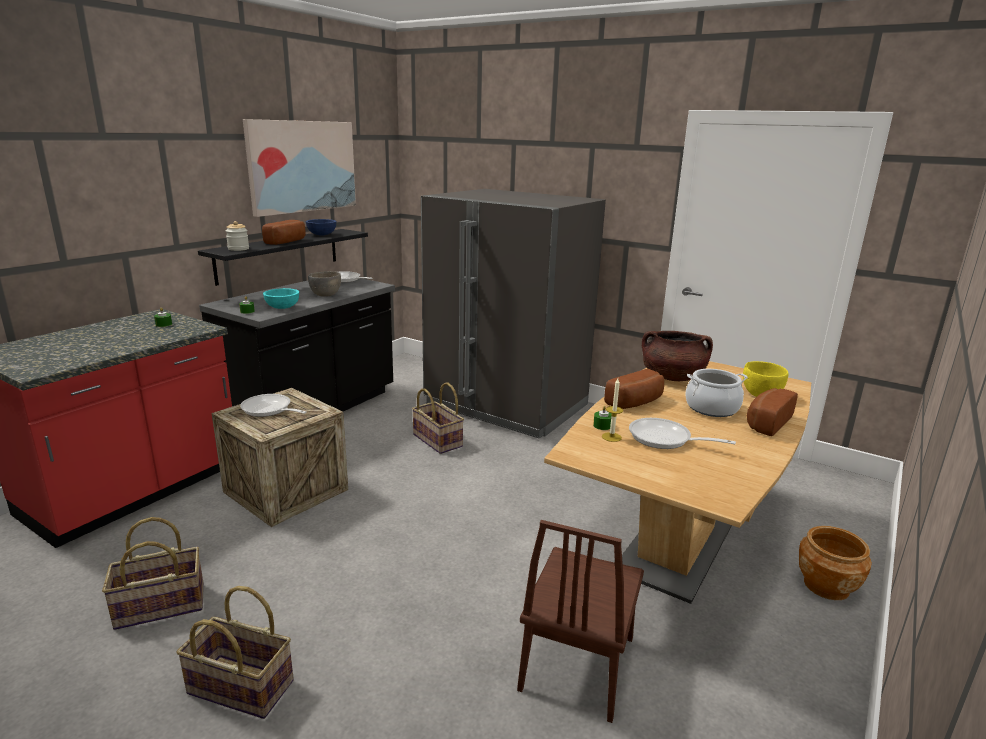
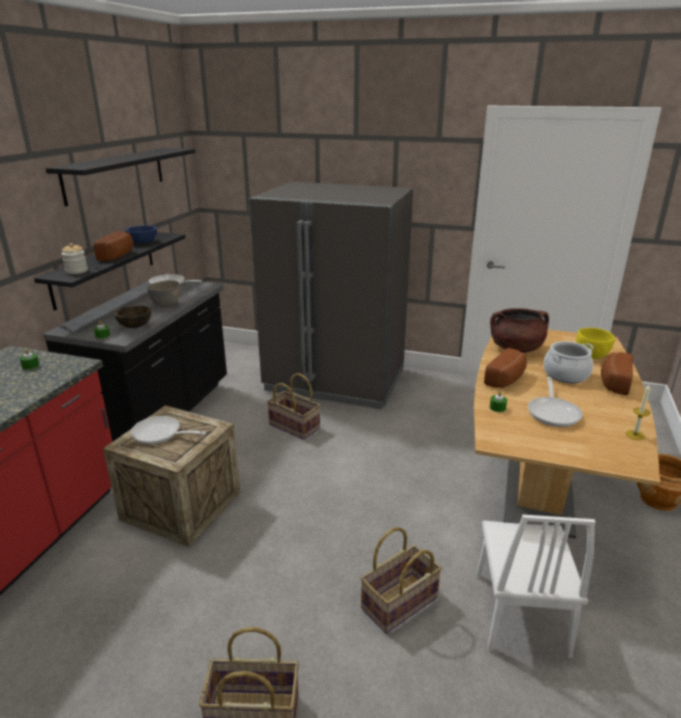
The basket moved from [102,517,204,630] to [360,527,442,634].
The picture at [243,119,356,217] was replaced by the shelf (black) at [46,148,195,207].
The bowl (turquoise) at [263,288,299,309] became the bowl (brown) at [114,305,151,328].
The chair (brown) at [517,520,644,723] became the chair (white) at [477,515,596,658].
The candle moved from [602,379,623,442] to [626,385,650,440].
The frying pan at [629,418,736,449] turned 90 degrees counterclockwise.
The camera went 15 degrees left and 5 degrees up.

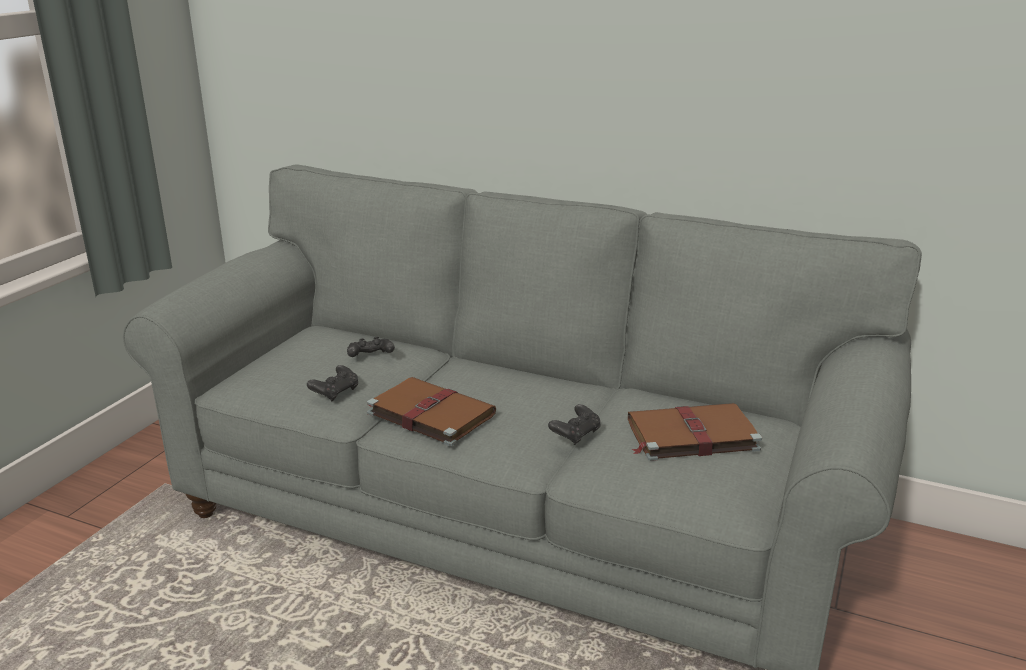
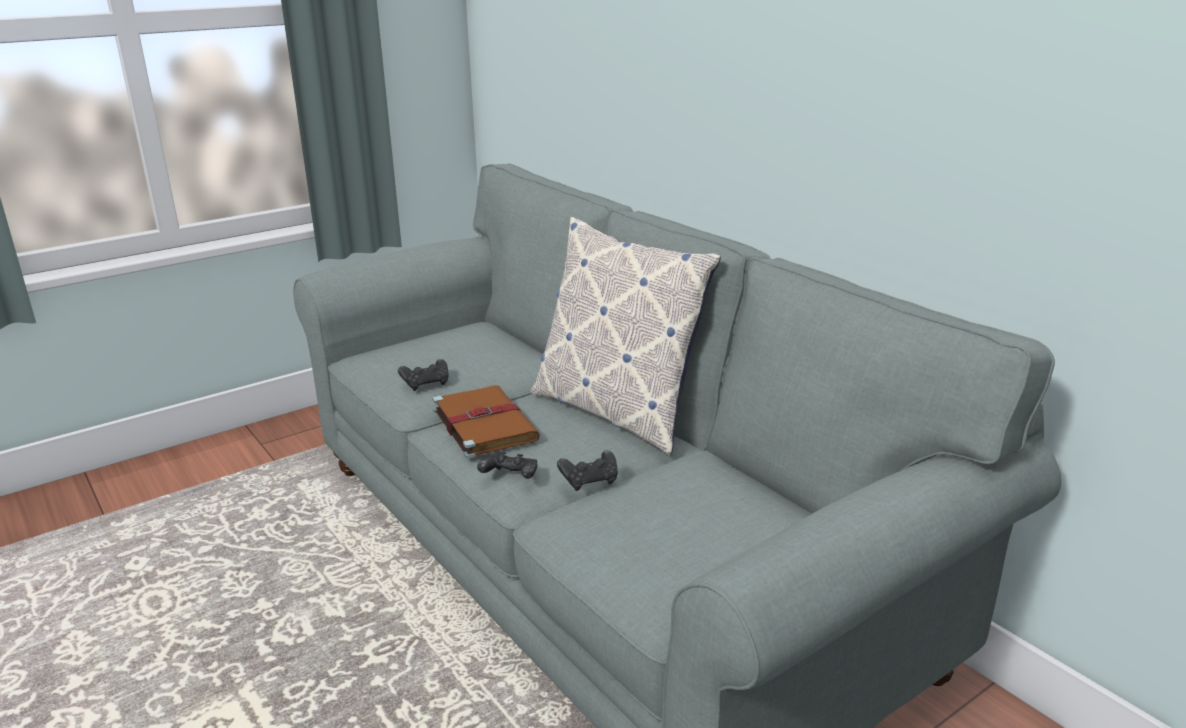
The game controller (black) moved from [347,337,395,357] to [477,452,537,479].
The book (brown) at [628,403,762,461] disappeared.
The pillow at [530,217,721,456] appeared.
The camera went 30 degrees right and 0 degrees up.

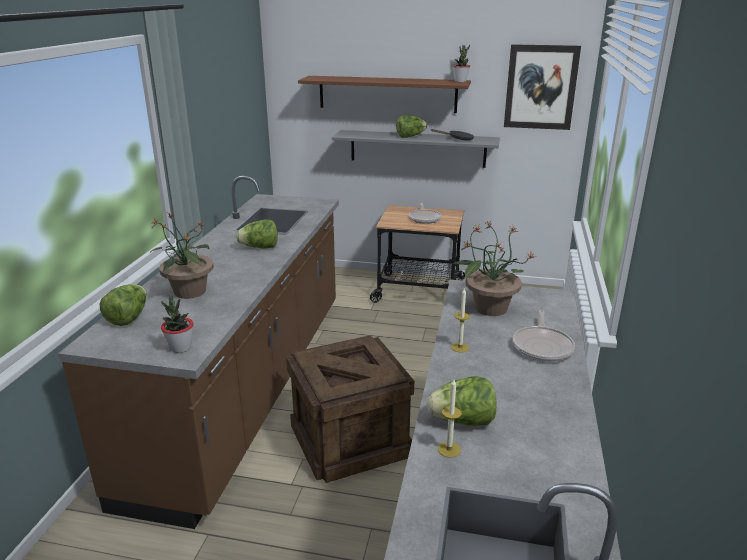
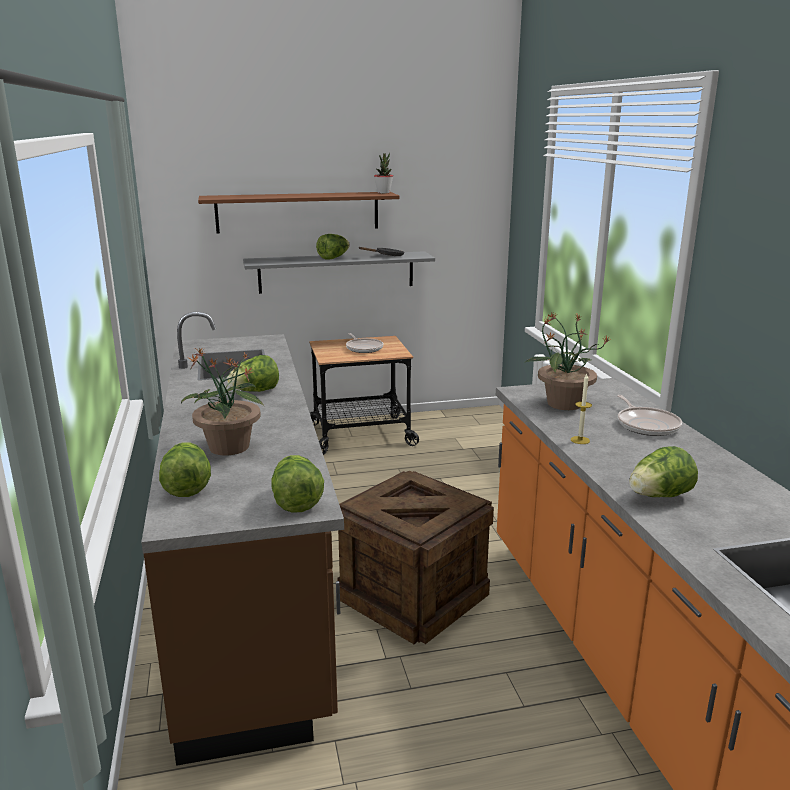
The potted plant at [161,295,194,353] was replaced by the lettuce at [272,455,324,513].
The candle at [438,379,462,458] disappeared.
The picture at [504,44,581,130] disappeared.
The camera went 25 degrees left and 5 degrees down.

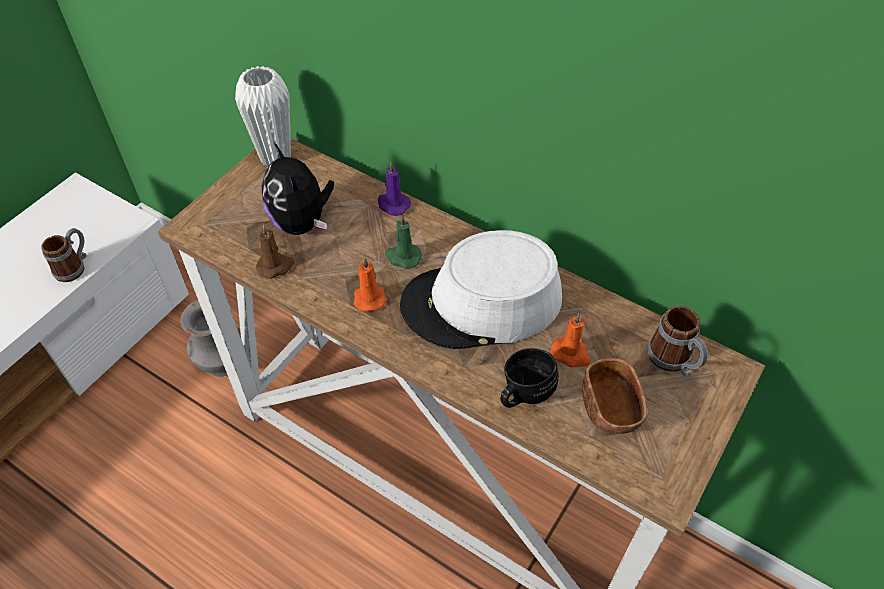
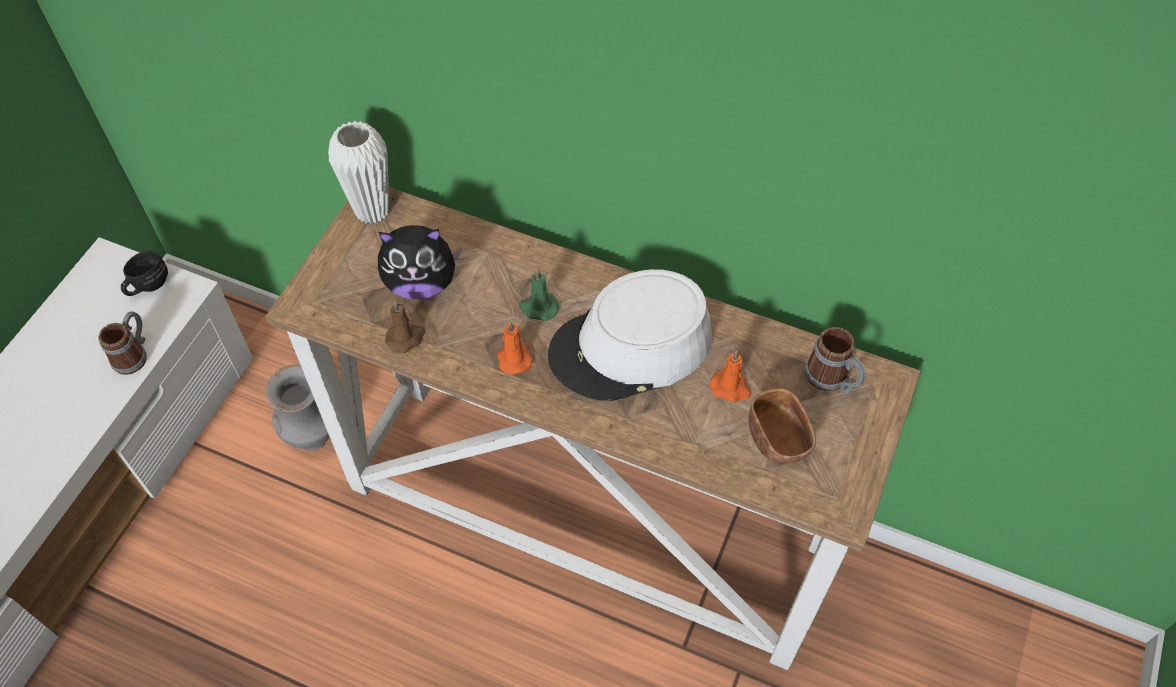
The plush toy at [261,142,334,235] turned 60 degrees counterclockwise.
The candle (purple) at [378,162,411,216] disappeared.
The mug (black) moved from [500,348,559,408] to [121,251,168,296].
The camera went 10 degrees left and 5 degrees up.

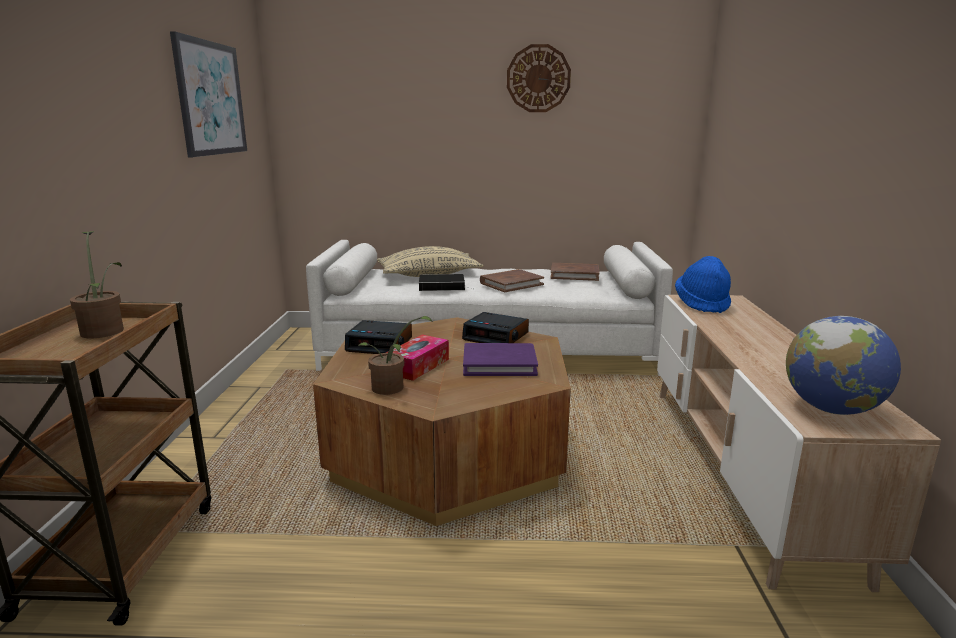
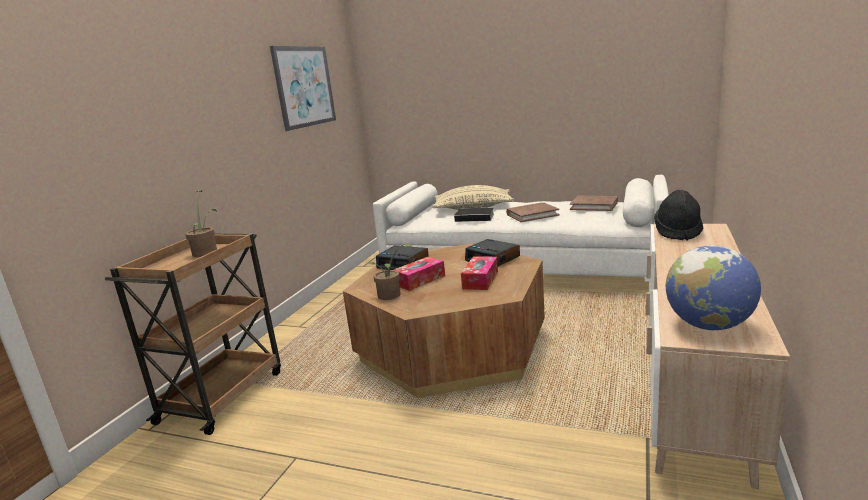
The book (purple) at [463,343,538,376] was replaced by the tissue box at [461,256,498,290].
The wall clock at [507,44,571,112] disappeared.
The hat (blue) at [675,256,731,313] became the hat (black) at [654,190,703,240].
The camera went 20 degrees right and 0 degrees up.

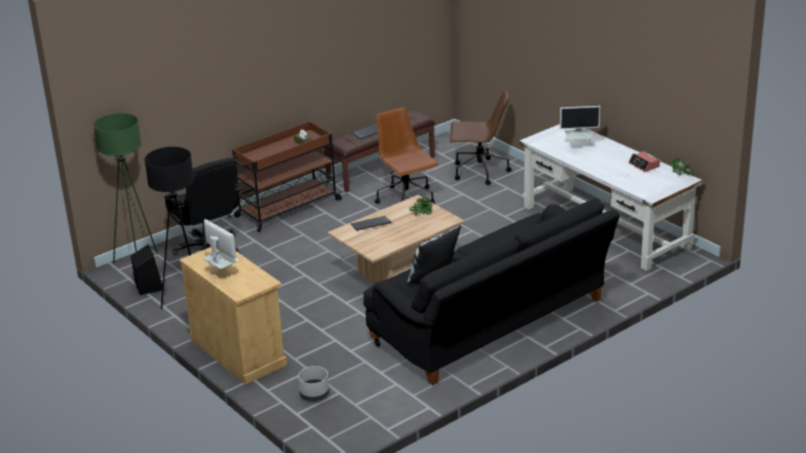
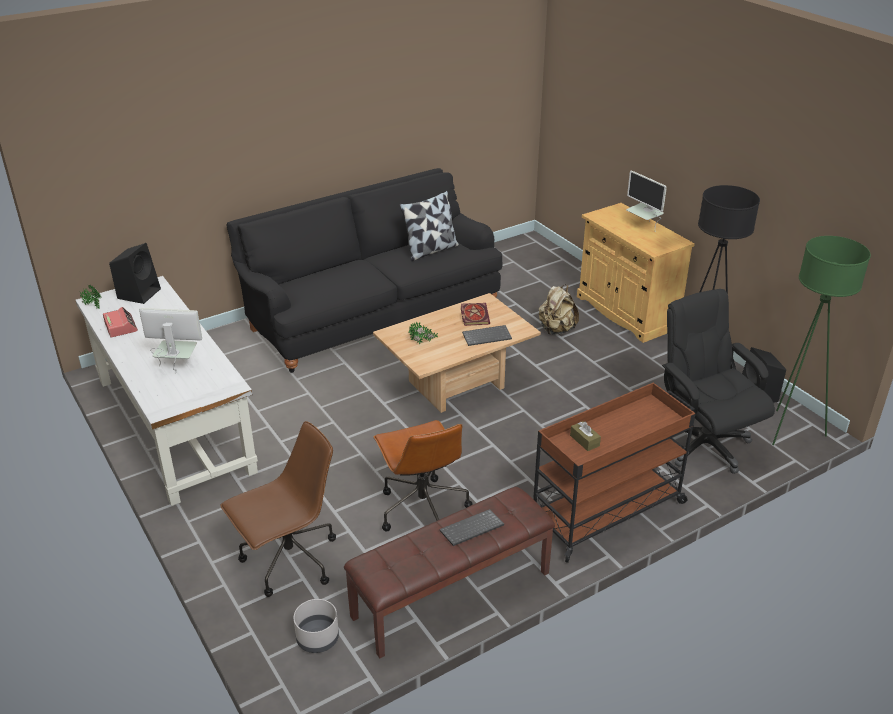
The planter (grey) moved from [298,366,329,401] to [293,599,339,653].
The office chair (brown) at [449,89,511,185] turned 135 degrees clockwise.
The speaker (black) at [109,243,161,304] appeared.
The book at [461,303,490,326] appeared.
The backpack (beige) at [539,285,579,335] appeared.
The camera went 175 degrees left and 5 degrees up.

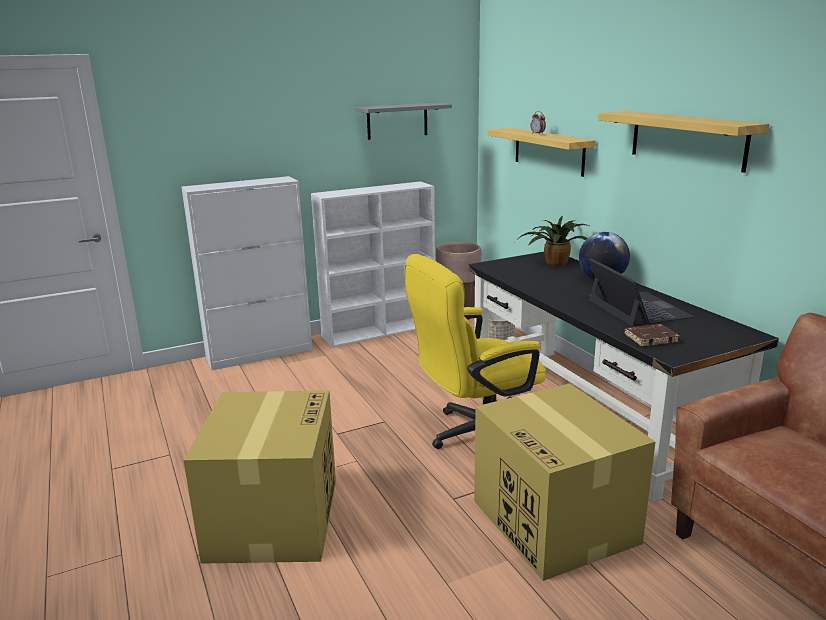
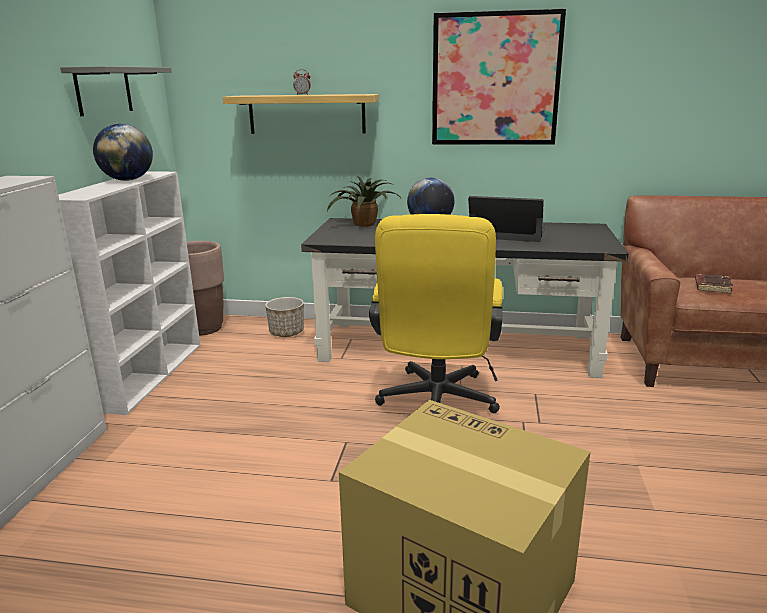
The cardboard box at [474,383,655,581] disappeared.
The shelf at [598,111,770,173] was replaced by the picture at [432,9,566,145].
The book (brown) moved from [624,324,680,347] to [695,274,733,293].
The globe at [93,124,153,181] appeared.
The camera went 55 degrees left and 0 degrees up.

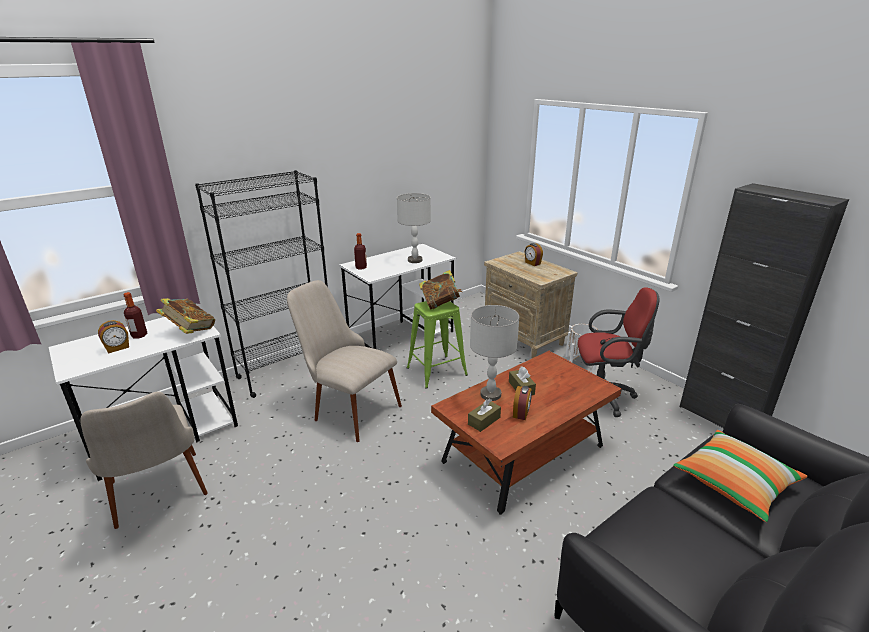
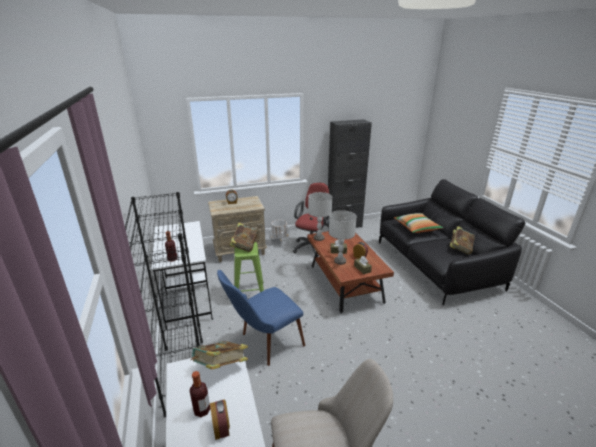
The chair (beige) at [287,280,402,442] became the chair (blue) at [217,270,305,366].
The table lamp (grey) moved from [397,193,431,263] to [308,192,332,241].
The book at [450,226,475,254] appeared.
The camera went 70 degrees left and 0 degrees up.

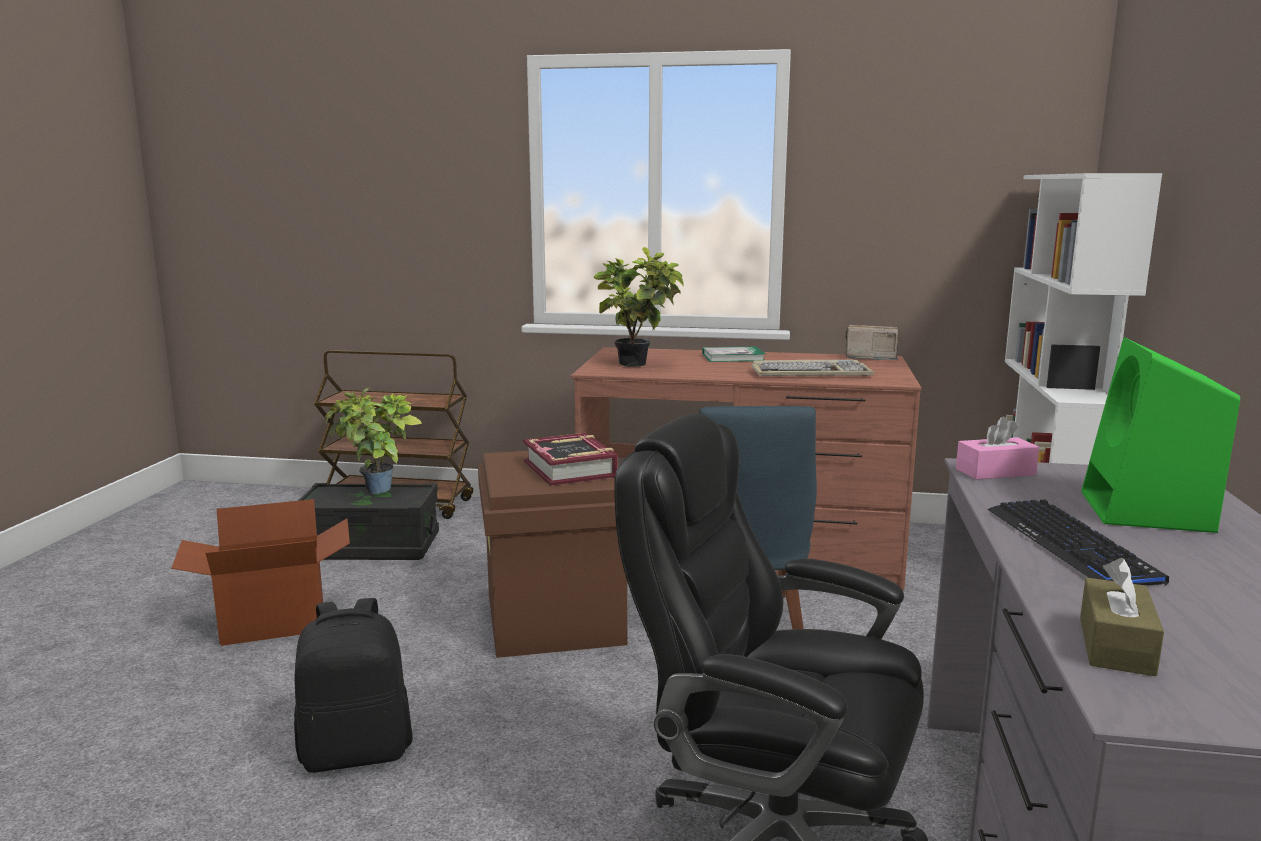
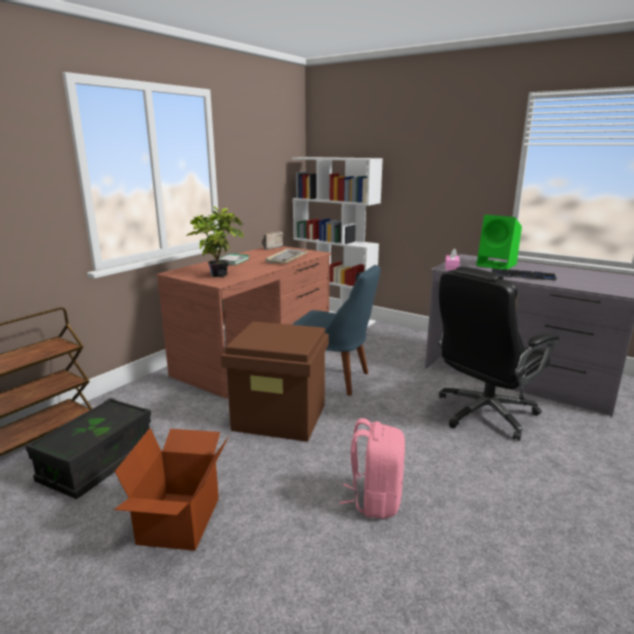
The backpack (black) at [294,598,413,773] became the backpack (pink) at [339,418,405,519].
The potted plant at [325,387,422,494] disappeared.
The book at [523,433,618,486] disappeared.
The tissue box (brown) at [1080,558,1164,676] disappeared.
The camera went 65 degrees left and 5 degrees up.

